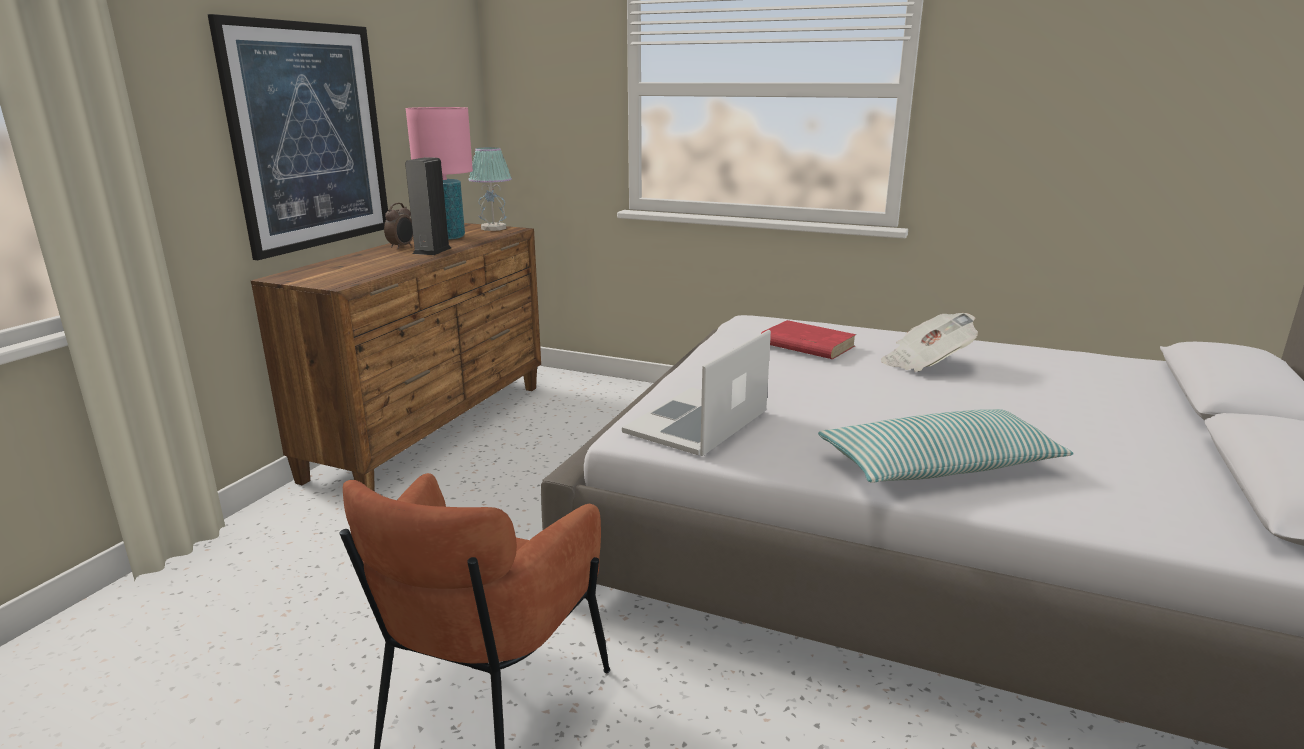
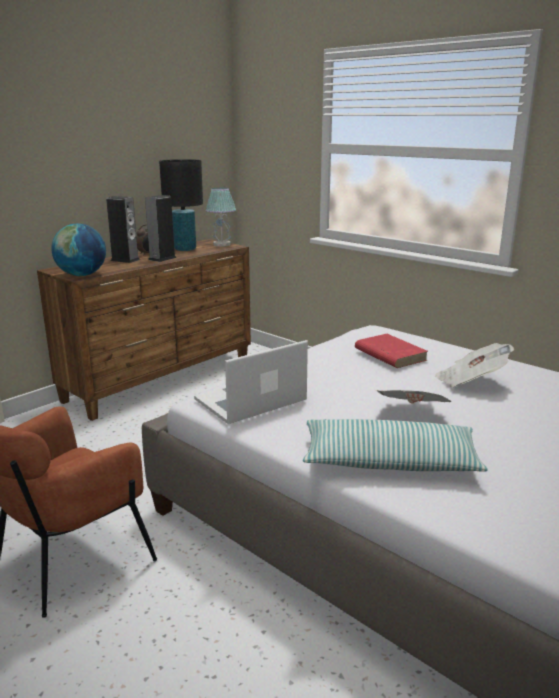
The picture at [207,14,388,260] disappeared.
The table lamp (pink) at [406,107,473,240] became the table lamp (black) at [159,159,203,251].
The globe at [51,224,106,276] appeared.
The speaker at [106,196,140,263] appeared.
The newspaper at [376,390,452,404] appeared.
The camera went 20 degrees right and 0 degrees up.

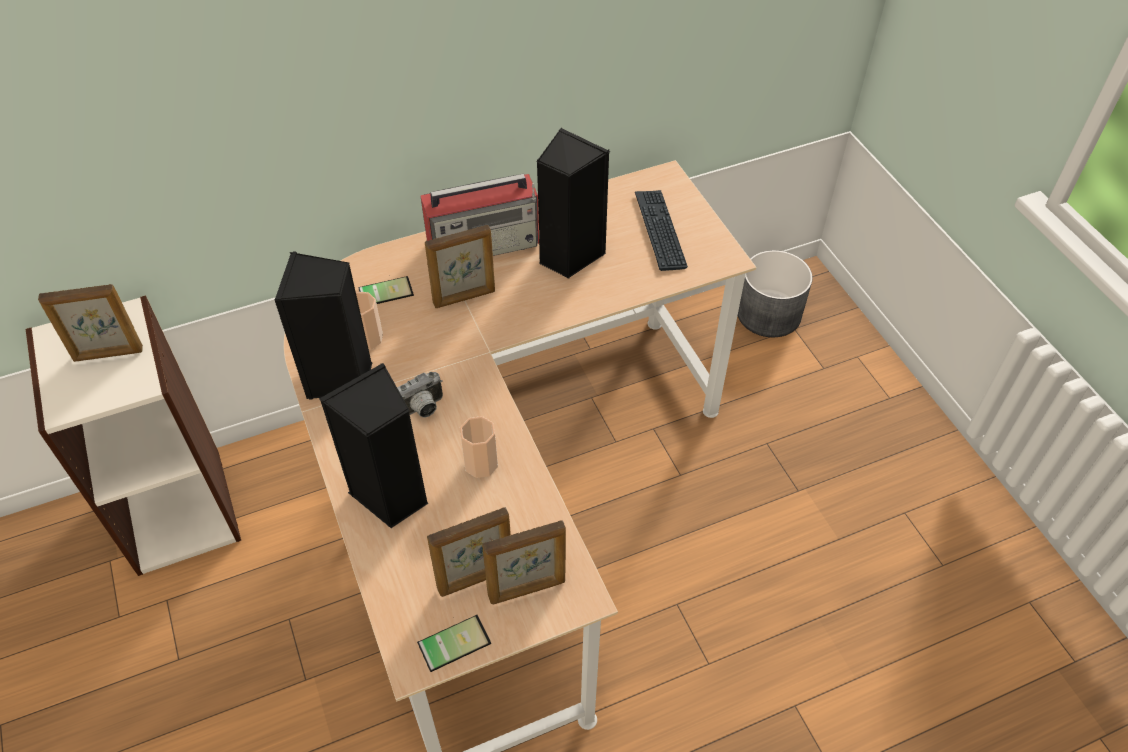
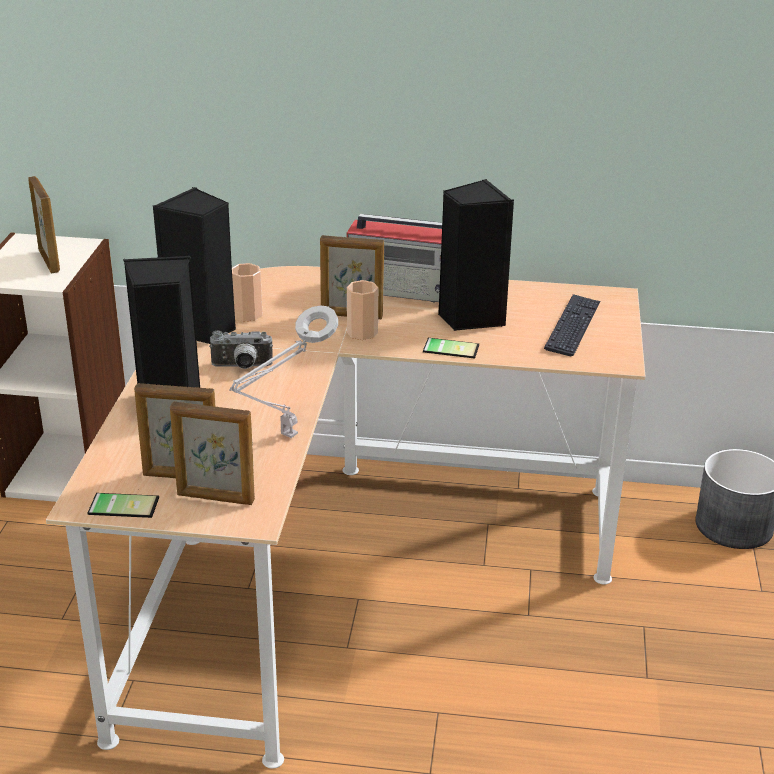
The picture frame at [38,284,143,362] turned 135 degrees counterclockwise.
The phone moved from [358,276,414,304] to [423,337,479,359].
The cup moved from [460,416,498,478] to [347,280,378,340].
The table lamp (grey) at [229,305,338,438] appeared.
The camera went 30 degrees right and 20 degrees down.

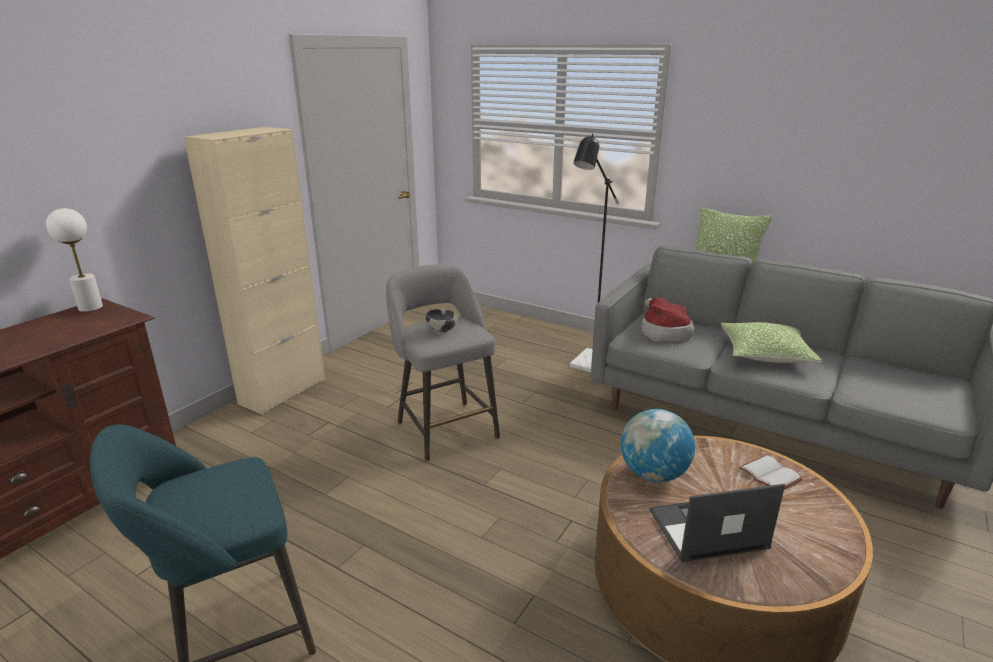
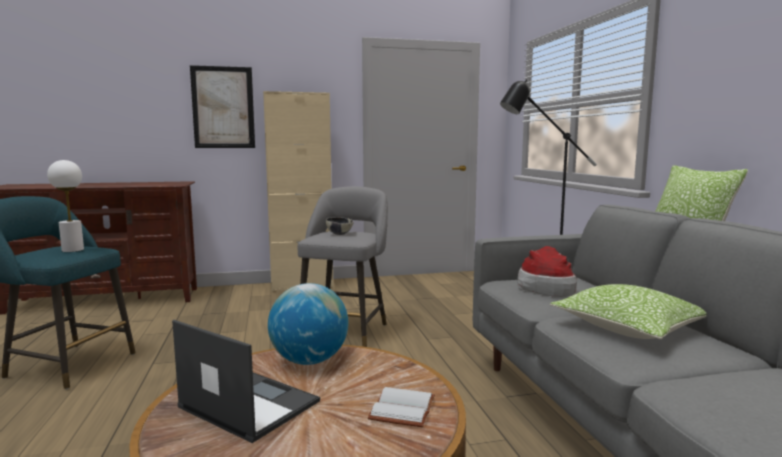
The table lamp (white) moved from [46,208,103,312] to [47,160,84,252].
The picture at [190,65,255,148] appeared.
The camera went 45 degrees right and 15 degrees down.

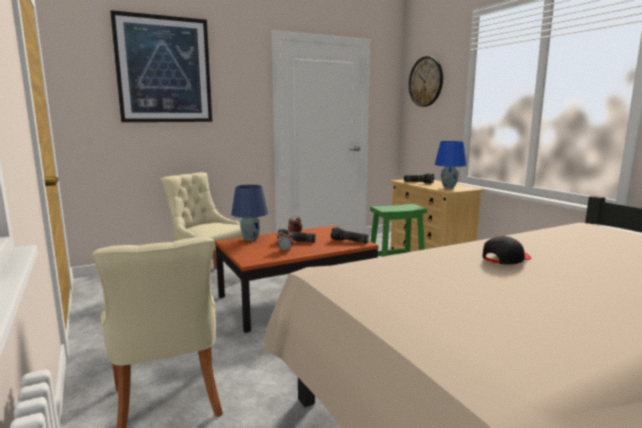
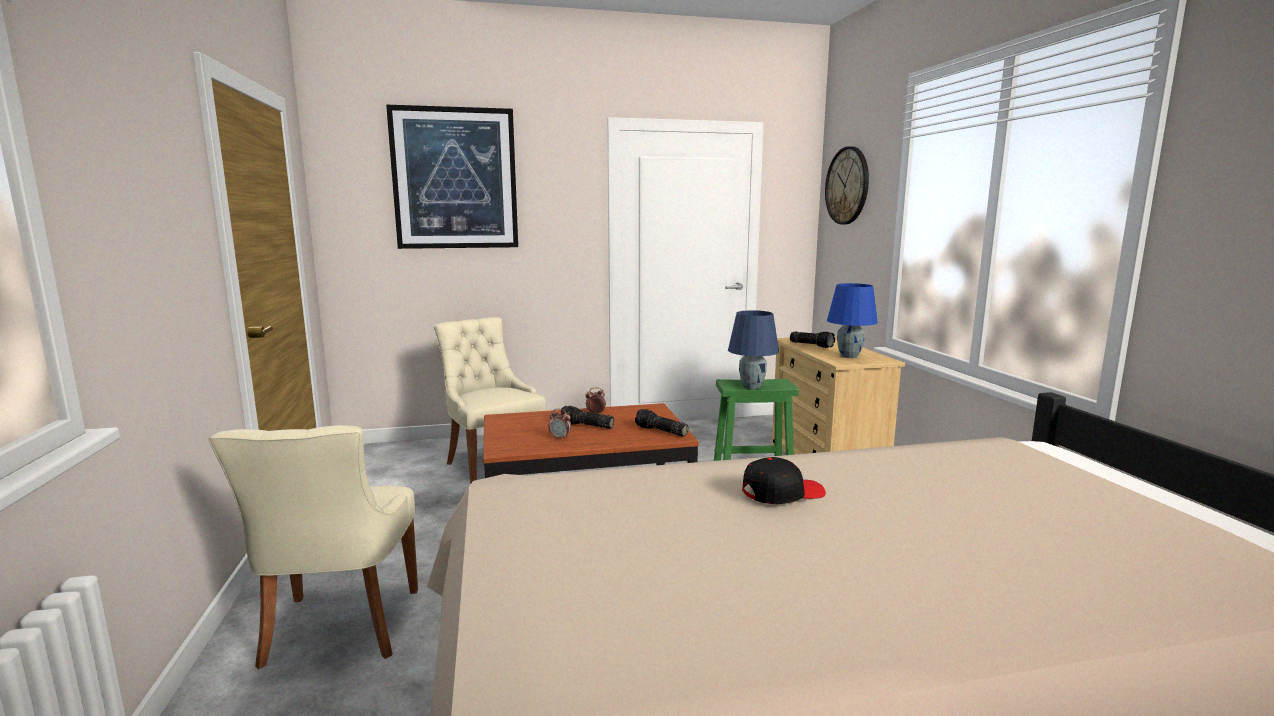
The table lamp (blue) moved from [231,185,268,241] to [728,310,779,389].
The camera went 15 degrees right and 0 degrees up.

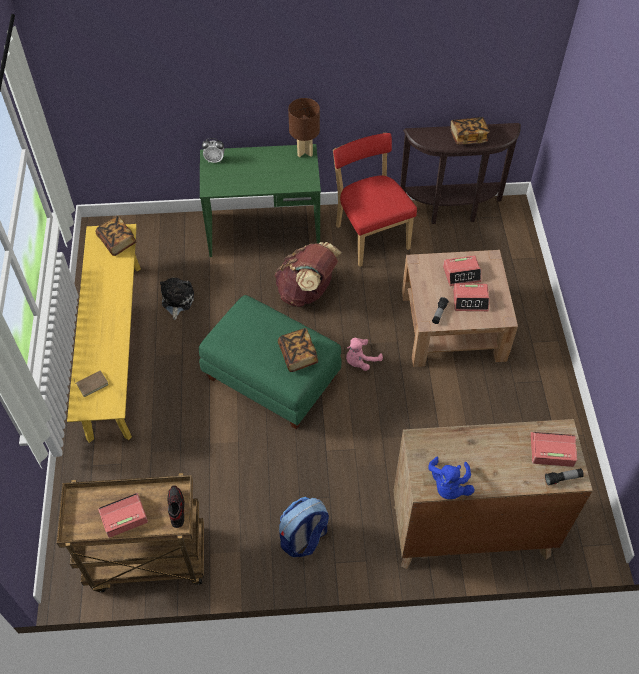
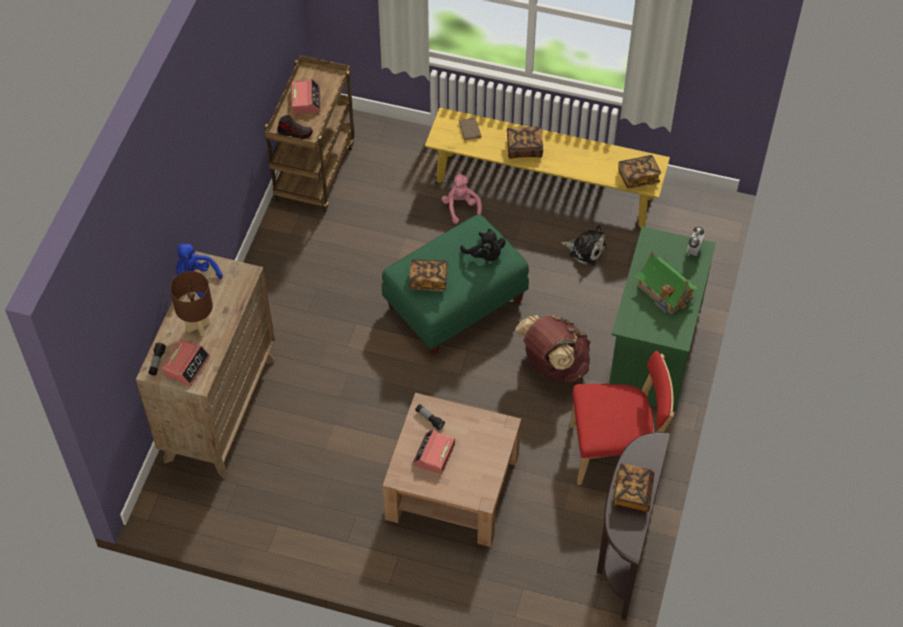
The backpack at [279,497,329,557] disappeared.
The table lamp (brown) moved from [288,98,320,157] to [170,271,213,336].
The plush toy (pink) moved from [346,338,383,371] to [442,173,482,224].
The alarm clock at [443,255,482,286] disappeared.
The plush toy (black) at [460,229,505,261] appeared.
The book at [507,127,543,159] appeared.
The toy house at [635,252,699,315] appeared.
The camera went 110 degrees right and 0 degrees up.

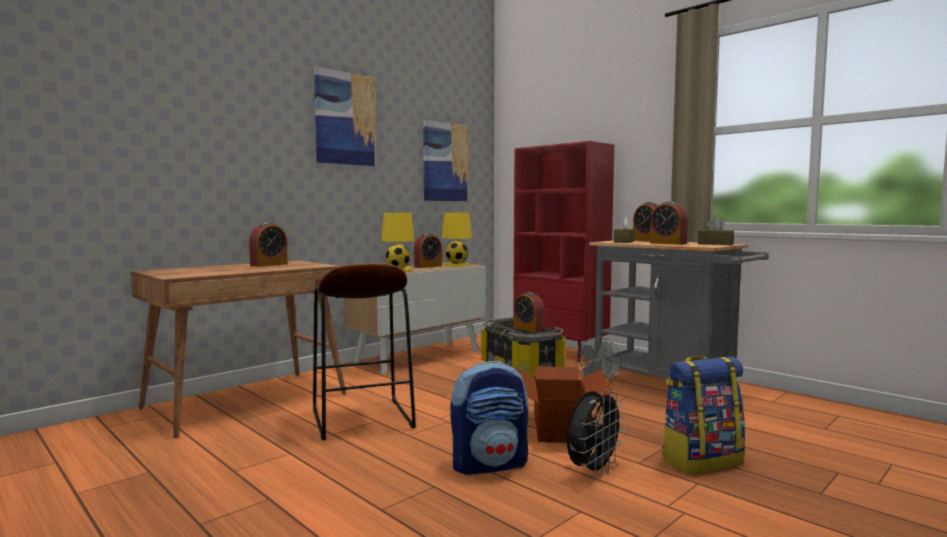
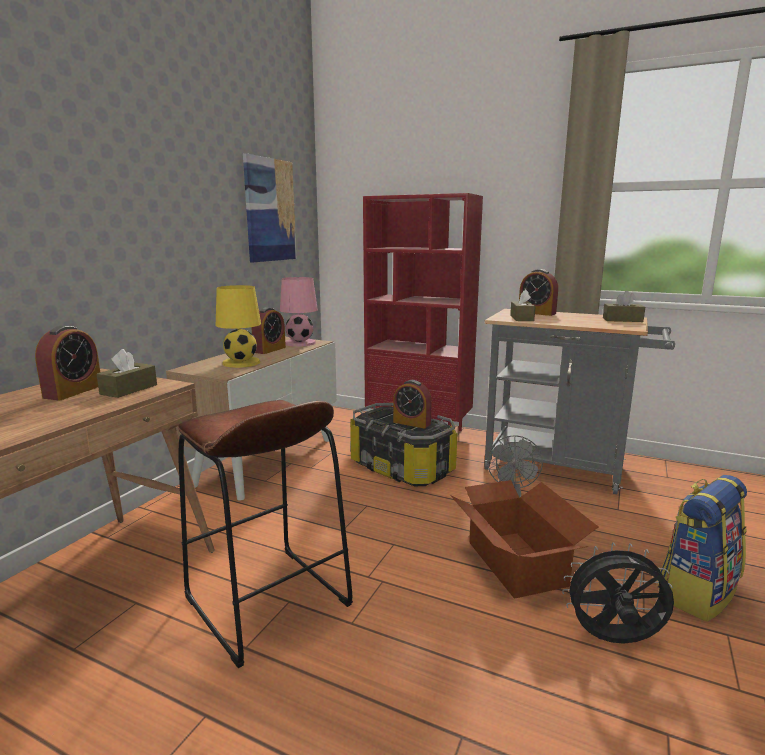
The picture at [314,67,376,166] disappeared.
The table lamp (yellow) at [442,212,472,266] became the table lamp (pink) at [280,277,318,347].
The backpack at [450,361,528,475] disappeared.
The fan (black) at [567,389,626,477] turned 105 degrees counterclockwise.
The alarm clock at [650,201,688,245] disappeared.
The tissue box (brown) at [96,349,157,398] appeared.
The camera went 20 degrees left and 10 degrees up.

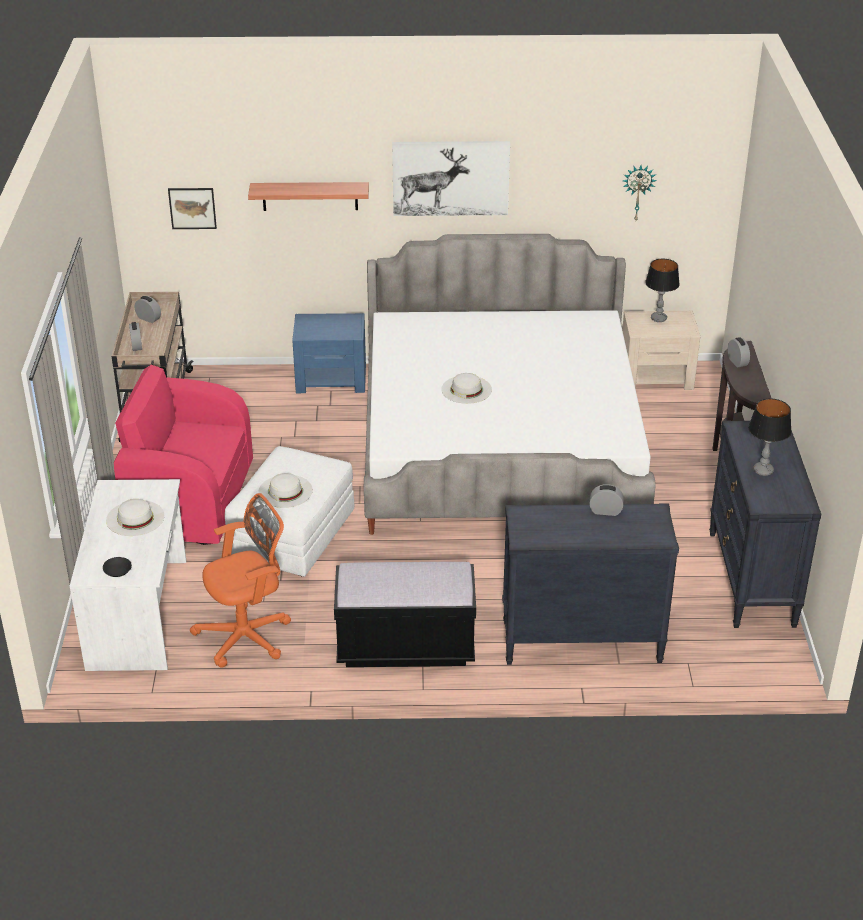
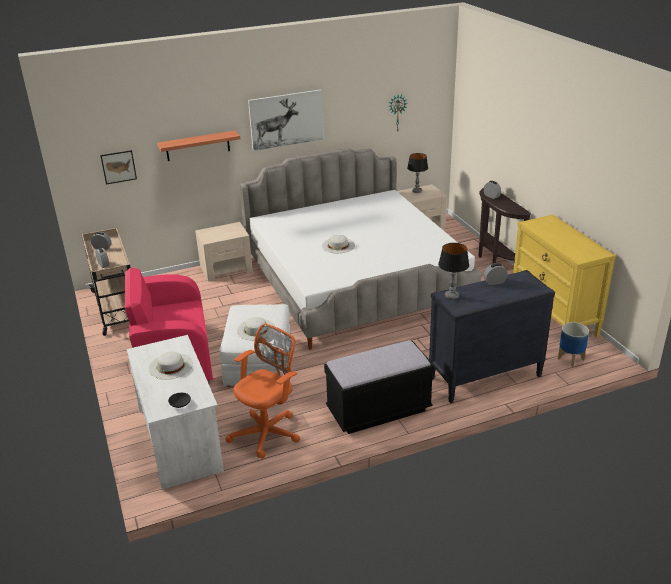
The nightstand (blue) at [292,313,366,393] became the nightstand (beige) at [195,222,253,282].
The dresser (black) at [709,421,821,628] became the dresser (yellow) at [513,214,616,338].
The table lamp moved from [748,399,791,476] to [438,243,469,300].
The planter at [558,322,589,367] appeared.
The camera went 20 degrees left and 5 degrees down.

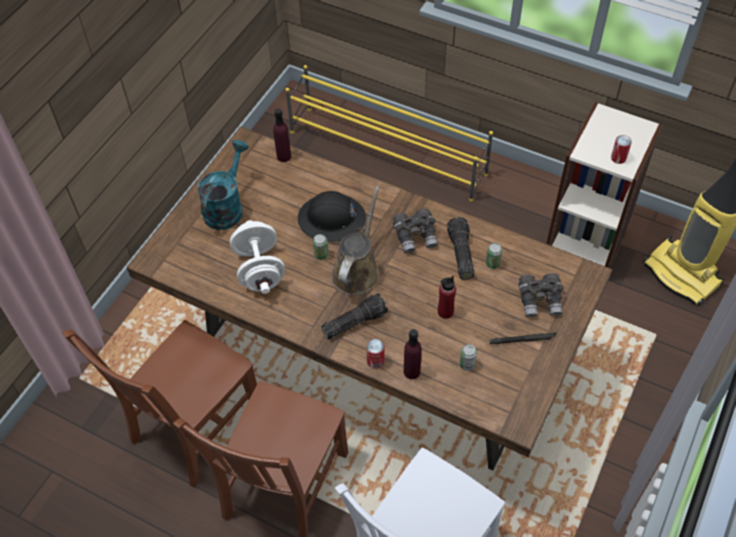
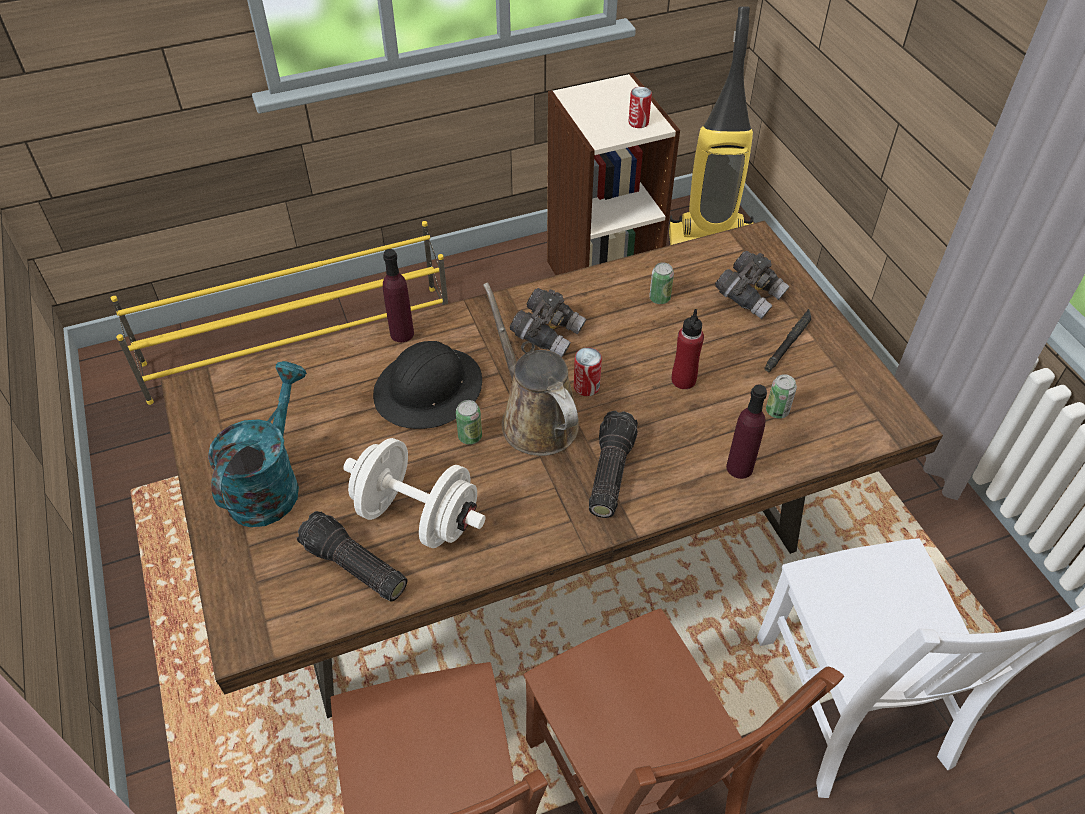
The watering can (turquoise) at [197,140,249,230] turned 45 degrees clockwise.
The bottle (purple) moved from [273,109,291,162] to [383,249,414,342].
The can moved from [366,339,384,369] to [574,347,602,396].
The flashlight moved from [447,217,474,280] to [296,511,407,602].
The camera went 50 degrees left and 5 degrees down.

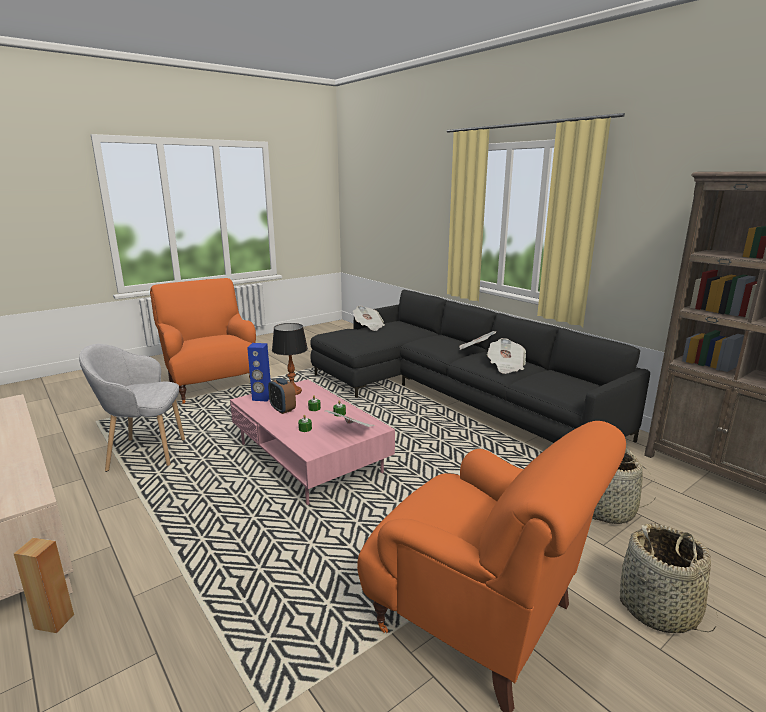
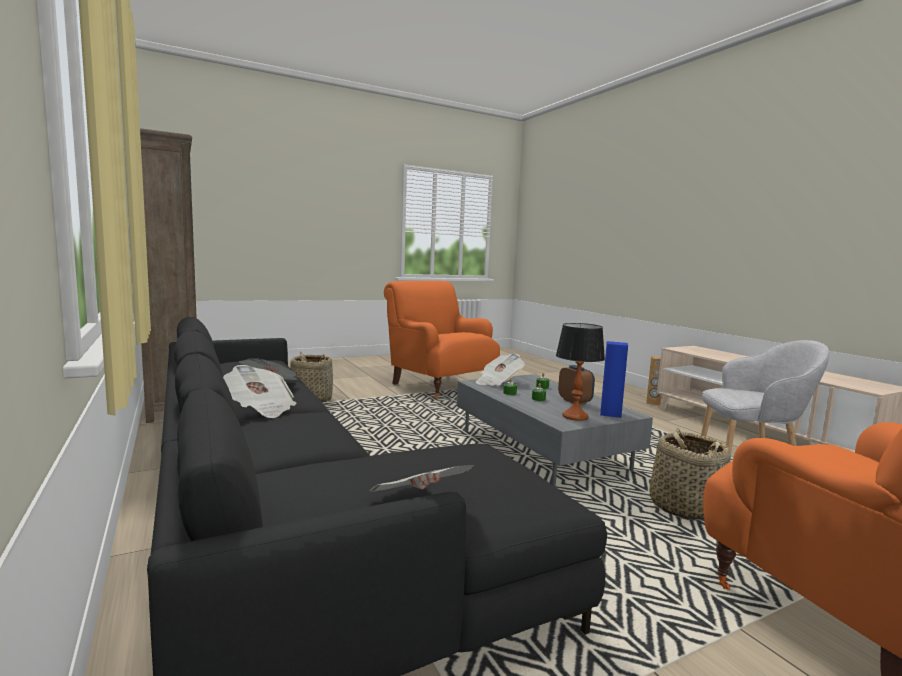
The coffee table (pink) at [230,379,395,505] became the coffee table (grey) at [457,374,653,487].
The basket moved from [620,523,717,633] to [650,427,731,521].
The camera went 170 degrees left and 10 degrees down.

